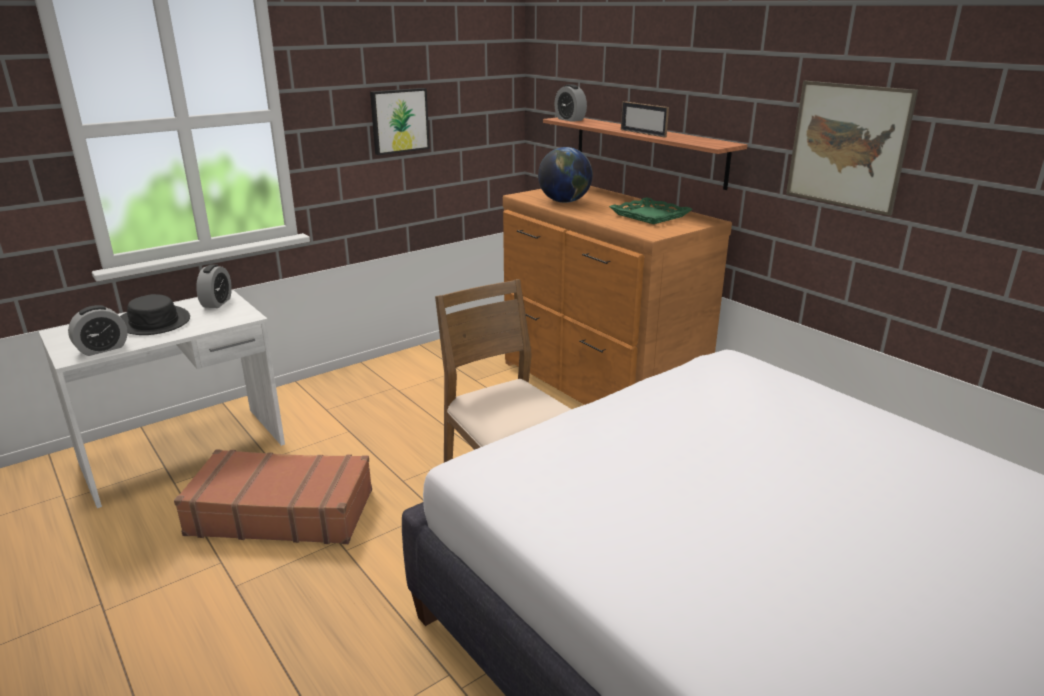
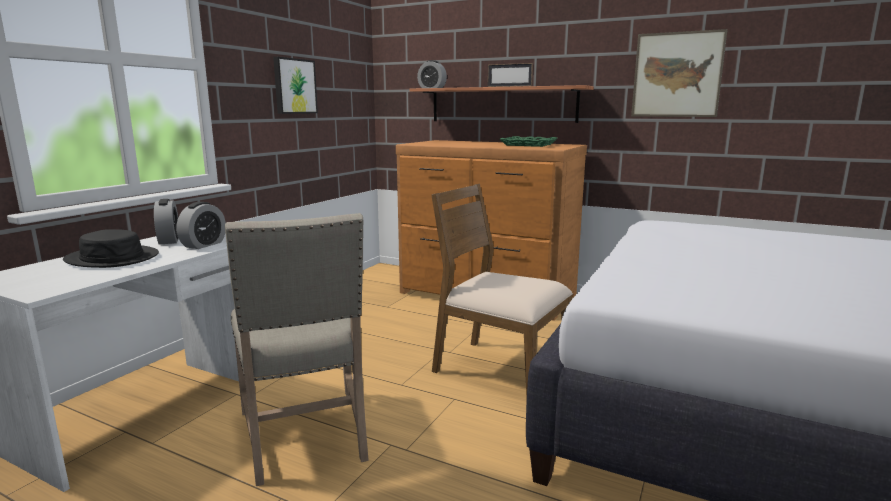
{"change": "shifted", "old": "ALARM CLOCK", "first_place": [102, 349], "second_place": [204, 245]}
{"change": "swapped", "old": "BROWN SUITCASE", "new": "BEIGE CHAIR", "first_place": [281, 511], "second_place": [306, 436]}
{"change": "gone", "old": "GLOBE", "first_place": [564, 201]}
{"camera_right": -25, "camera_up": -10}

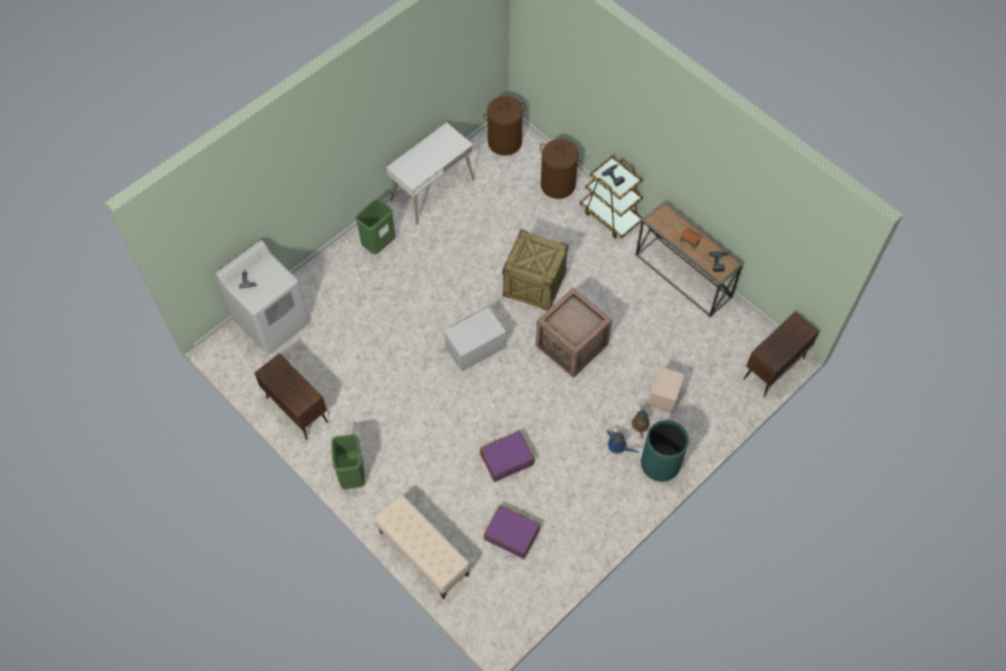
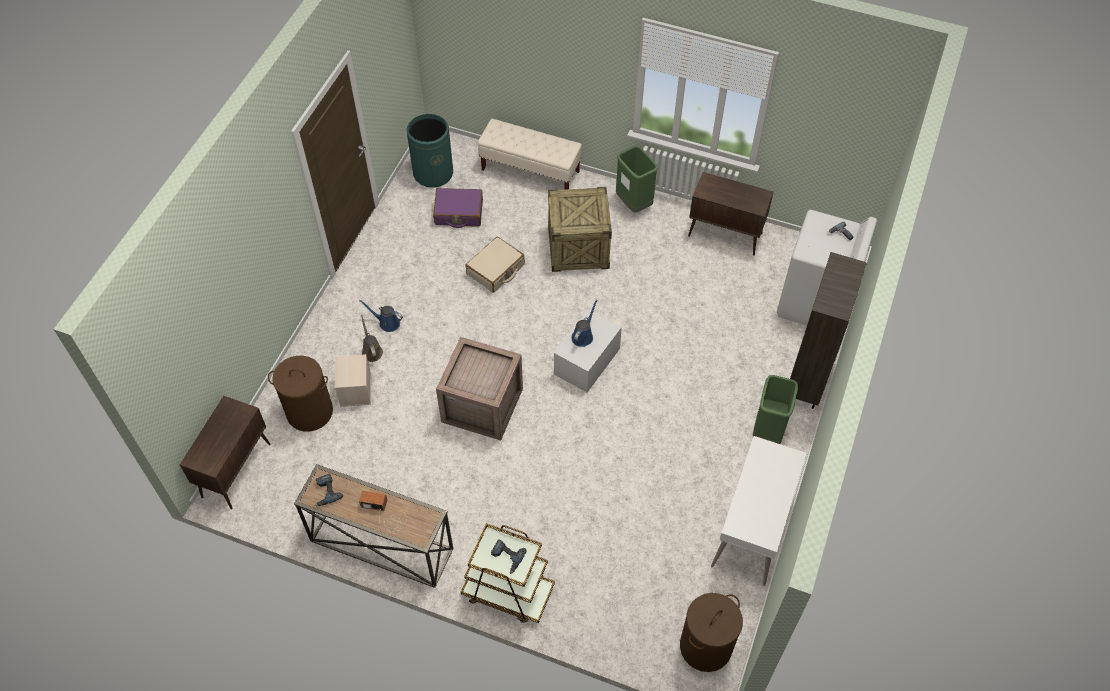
{"change": "repainted", "old": "PURPLE SUITCASE", "new": "BEIGE SUITCASE", "first_place": [506, 459], "second_place": [495, 270]}
{"change": "shifted", "old": "CRATE", "first_place": [534, 283], "second_place": [578, 248]}
{"change": "shifted", "old": "BROWN LAUNDRY BASKET", "first_place": [558, 184], "second_place": [309, 412]}
{"change": "shifted", "old": "GREEN TRASH CAN", "first_place": [660, 464], "second_place": [433, 173]}
{"change": "new", "new": "BLUE WATERING CAN", "second_place": [583, 336]}
{"change": "new", "new": "BROWN BOOKCASE", "second_place": [807, 382]}
{"camera_right": 155, "camera_up": -5}

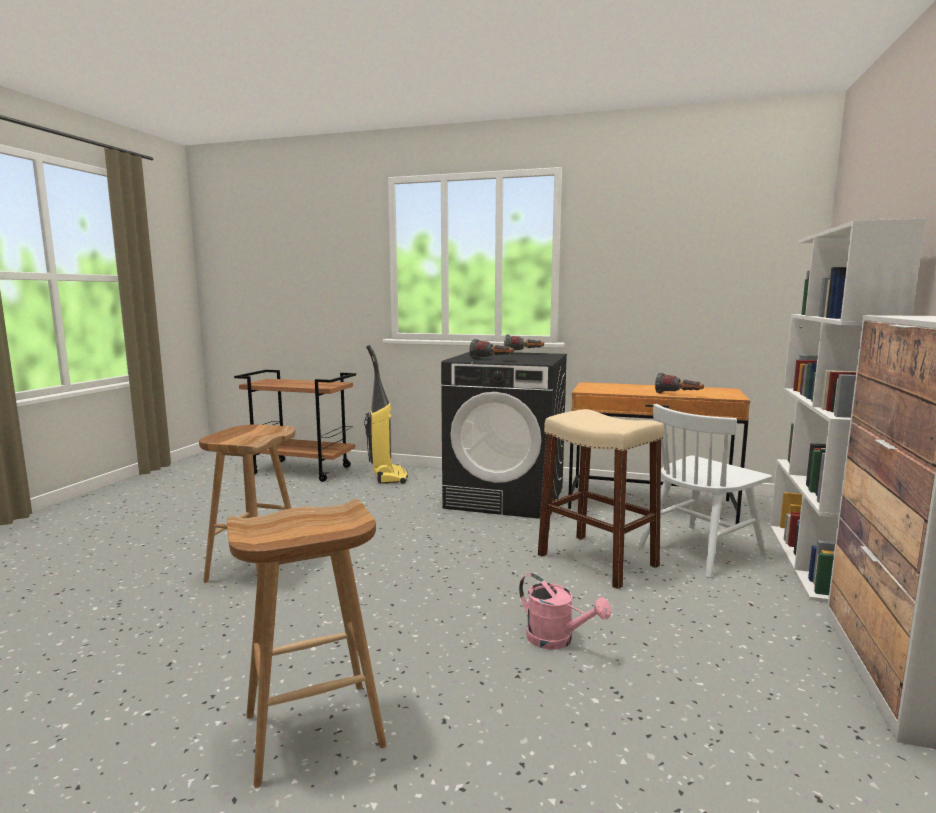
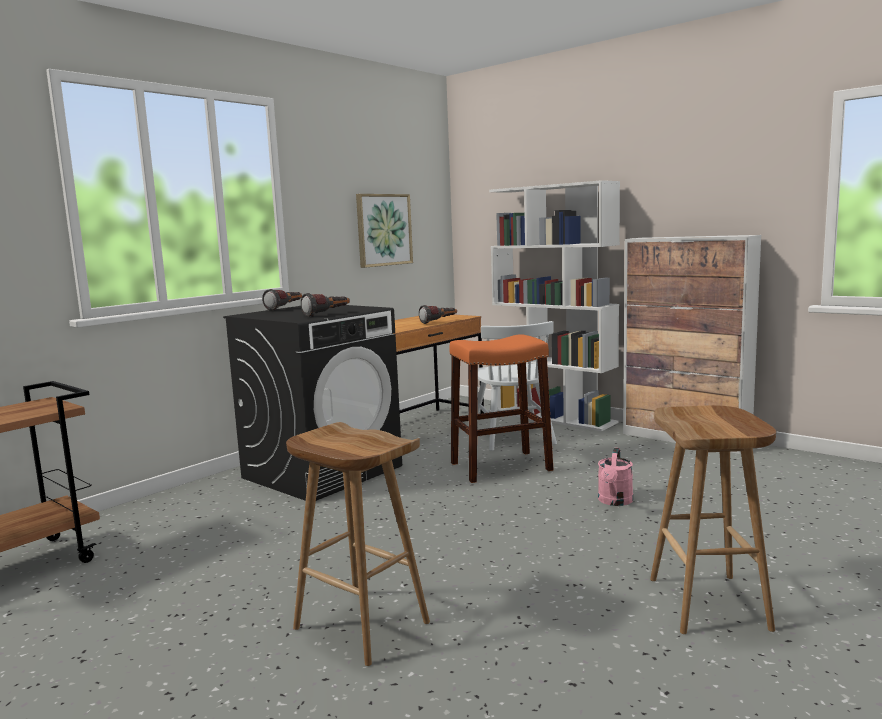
{"change": "gone", "old": "VACUUM CLEANER", "first_place": [388, 477]}
{"change": "rotated", "old": "PINK WATERING CAN", "first_place": [557, 640], "second_place": [614, 501], "degrees": 135}
{"change": "repainted", "old": "BEIGE STOOL", "new": "ORANGE STOOL", "first_place": [597, 560], "second_place": [500, 466]}
{"change": "new", "new": "PICTURE", "second_place": [383, 230]}
{"camera_right": -65, "camera_up": 0}

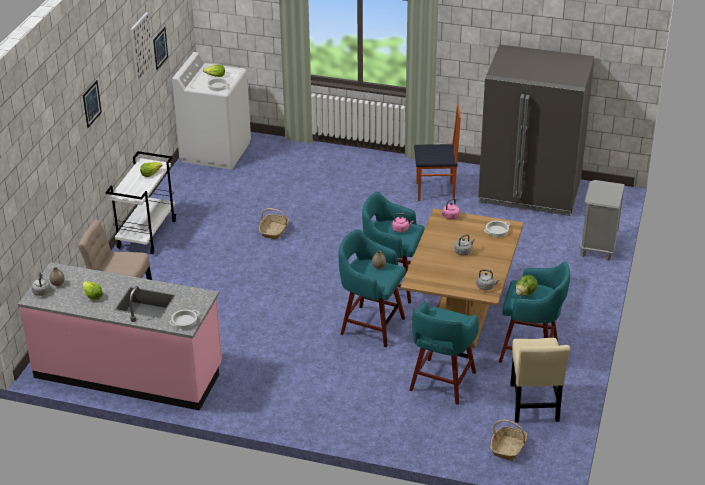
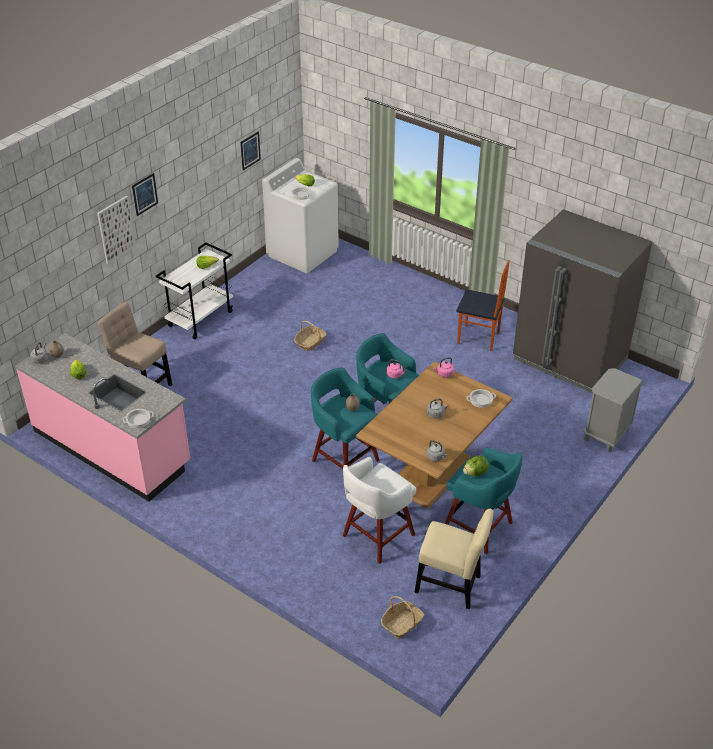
{"change": "shifted", "old": "PICTURE", "first_place": [141, 47], "second_place": [116, 229]}
{"change": "repainted", "old": "TURQUOISE STOOL", "new": "WHITE STOOL", "first_place": [441, 383], "second_place": [376, 536]}
{"change": "rotated", "old": "BEIGE CHAIR", "first_place": [534, 405], "second_place": [451, 586], "degrees": -90}
{"camera_right": 20, "camera_up": 5}

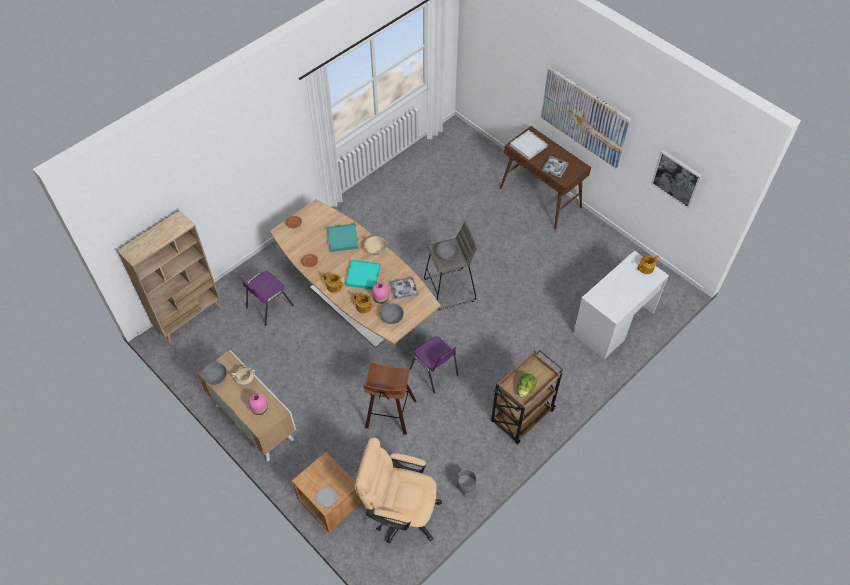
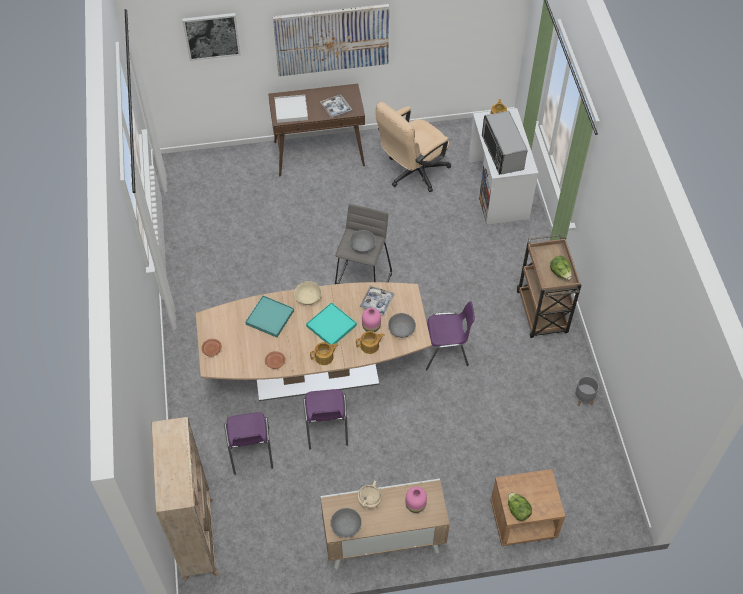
{"change": "gone", "old": "PLATE", "first_place": [326, 497]}
{"change": "shifted", "old": "BEIGE OFFICE CHAIR", "first_place": [400, 512], "second_place": [412, 173]}
{"change": "gone", "old": "STOOL", "first_place": [389, 415]}
{"change": "shifted", "old": "PICTURE", "first_place": [676, 178], "second_place": [212, 36]}
{"change": "new", "new": "PURPLE CHAIR", "second_place": [326, 429]}
{"change": "new", "new": "MICROWAVE", "second_place": [502, 153]}
{"change": "new", "new": "LETTUCE", "second_place": [517, 510]}
{"camera_right": -55, "camera_up": 0}

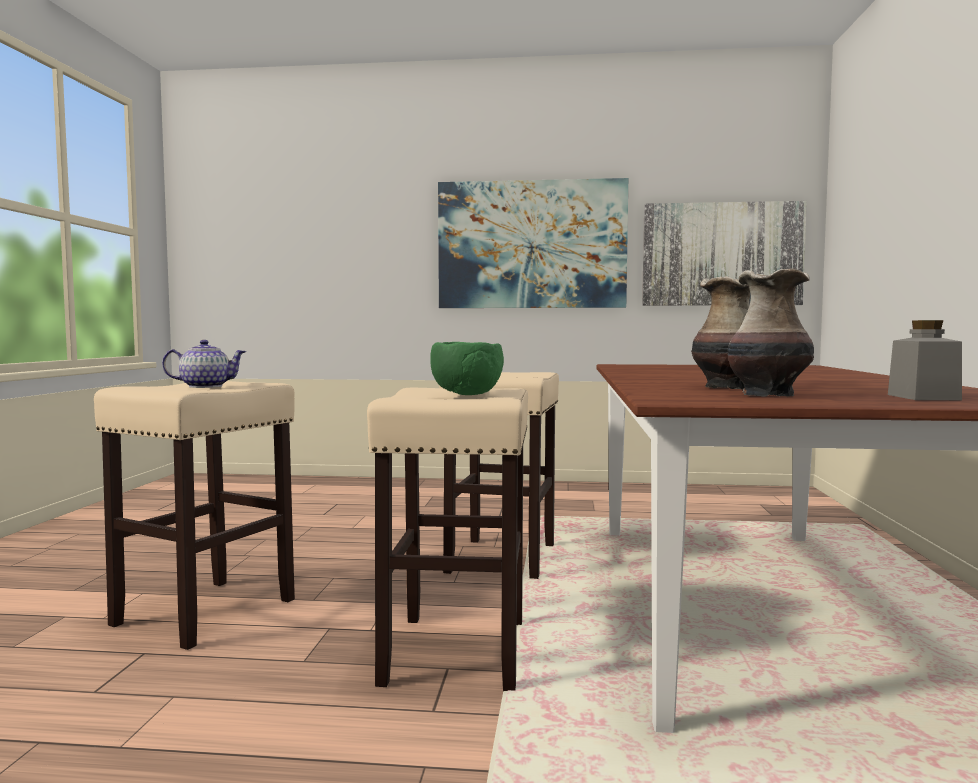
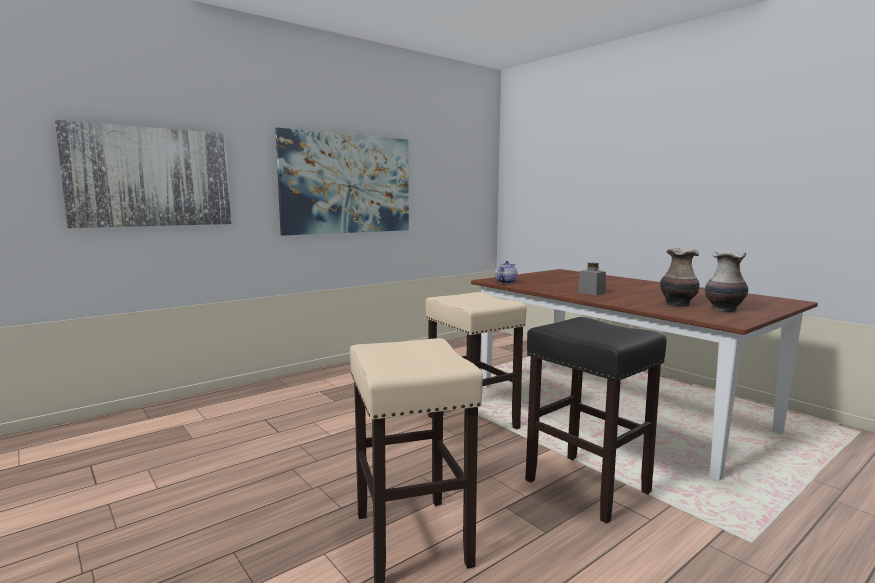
{"change": "shifted", "old": "TEAPOT", "first_place": [205, 386], "second_place": [505, 282]}
{"change": "repainted", "old": "BEIGE STOOL", "new": "BLACK STOOL", "first_place": [455, 650], "second_place": [585, 485]}
{"change": "gone", "old": "GREEN BOWL", "first_place": [466, 394]}
{"change": "shifted", "old": "PICTURE", "first_place": [722, 254], "second_place": [151, 177]}
{"change": "shifted", "old": "GREY JAR", "first_place": [923, 397], "second_place": [591, 293]}
{"camera_right": -45, "camera_up": 5}

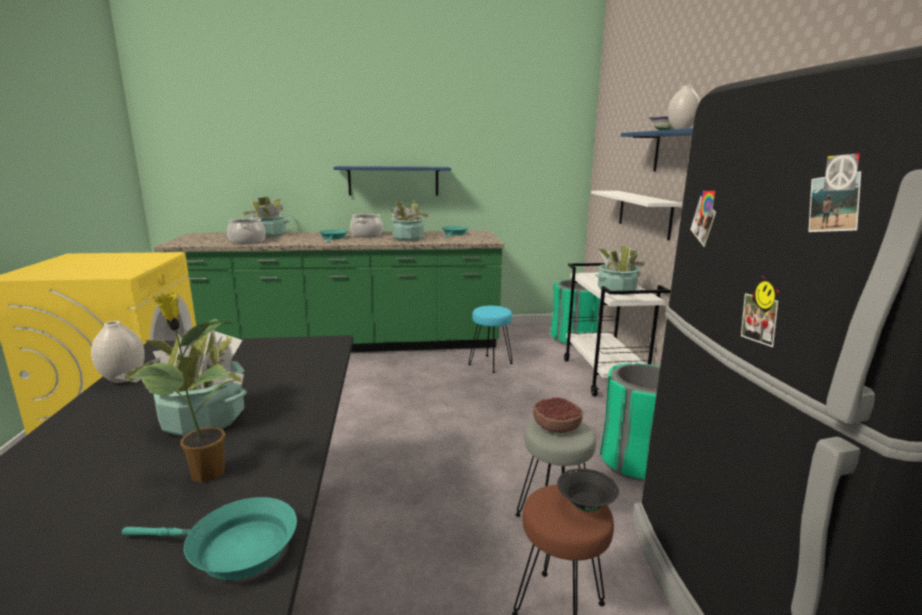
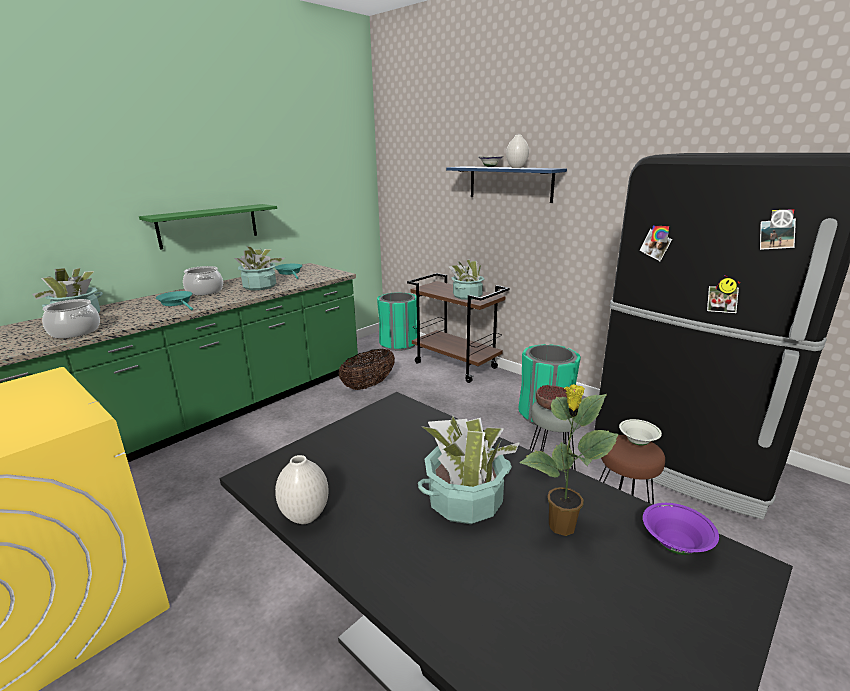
{"change": "swapped", "old": "TURQUOISE FRYING PAN", "new": "PURPLE BOWL", "first_place": [234, 549], "second_place": [675, 546]}
{"change": "repainted", "old": "BLUE SHELF", "new": "GREEN SHELF", "first_place": [393, 181], "second_place": [208, 225]}
{"change": "swapped", "old": "TURQUOISE STOOL", "new": "BASKET", "first_place": [490, 364], "second_place": [368, 385]}
{"change": "repainted", "old": "BLACK BOWL", "new": "WHITE BOWL", "first_place": [585, 505], "second_place": [637, 442]}
{"change": "repainted", "old": "WHITE CART", "new": "BROWN CART", "first_place": [604, 376], "second_place": [456, 365]}
{"change": "gone", "old": "WHITE SHELF", "first_place": [644, 213]}
{"camera_right": -40, "camera_up": 5}

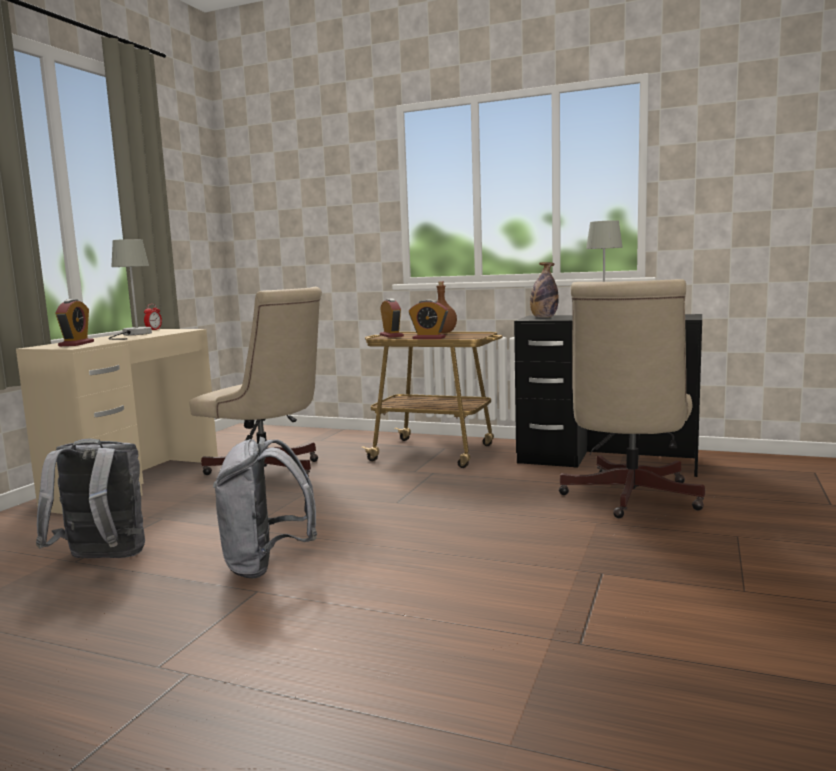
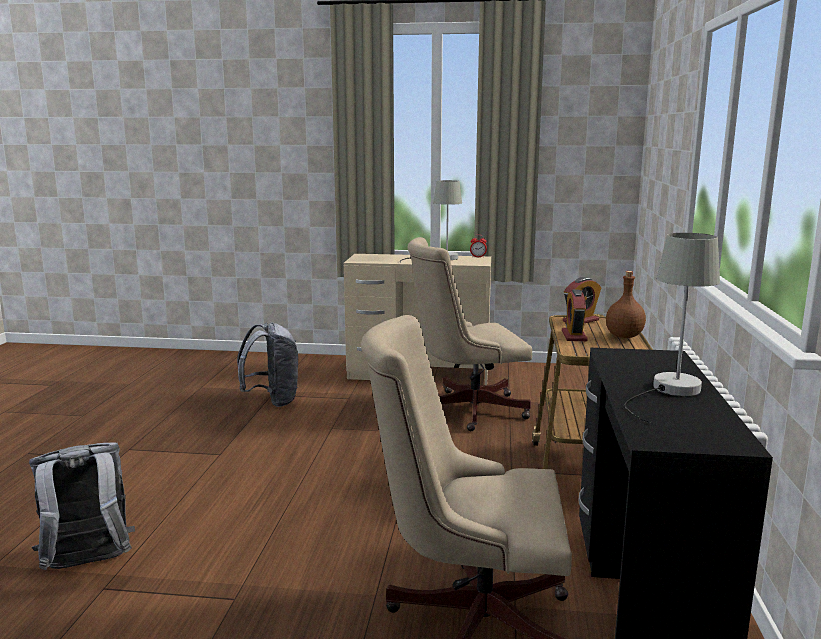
{"change": "gone", "old": "ALARM CLOCK", "first_place": [76, 344]}
{"change": "rotated", "old": "BEIGE OFFICE CHAIR", "first_place": [269, 474], "second_place": [466, 410], "degrees": 60}
{"change": "shifted", "old": "GREY BACKPACK", "first_place": [267, 565], "second_place": [88, 566]}
{"change": "gone", "old": "BOTTLE", "first_place": [544, 317]}
{"camera_right": 75, "camera_up": 5}

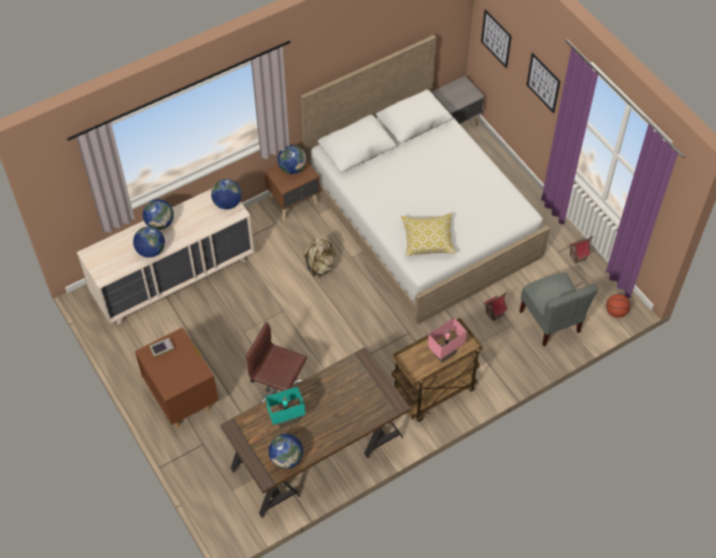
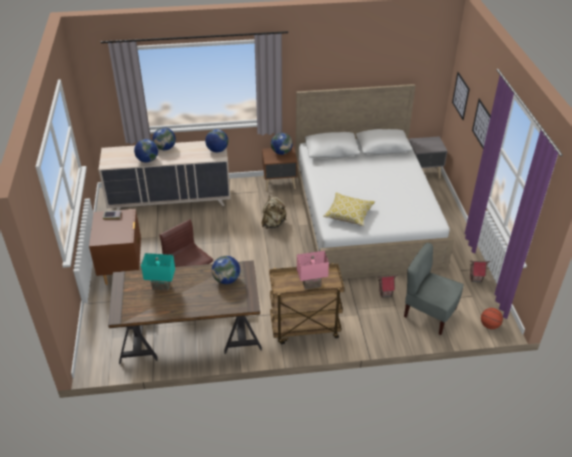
{"change": "shifted", "old": "GLOBE", "first_place": [286, 458], "second_place": [226, 280]}
{"change": "rotated", "old": "GREY CHAIR", "first_place": [550, 321], "second_place": [429, 313], "degrees": 120}
{"camera_right": 25, "camera_up": -15}

